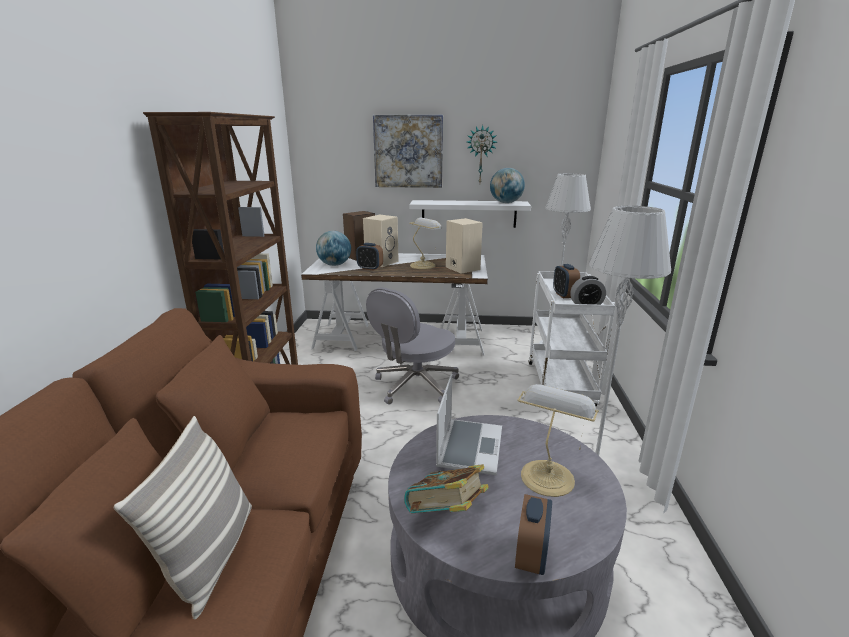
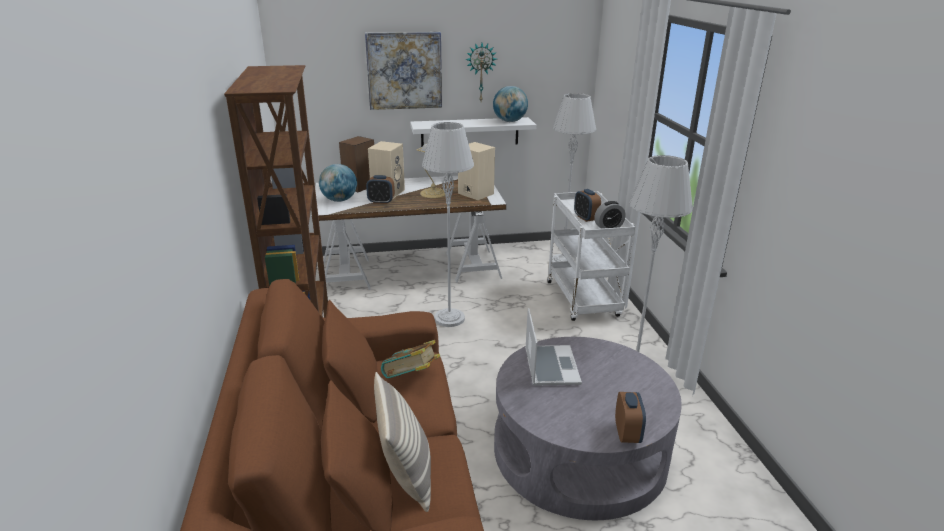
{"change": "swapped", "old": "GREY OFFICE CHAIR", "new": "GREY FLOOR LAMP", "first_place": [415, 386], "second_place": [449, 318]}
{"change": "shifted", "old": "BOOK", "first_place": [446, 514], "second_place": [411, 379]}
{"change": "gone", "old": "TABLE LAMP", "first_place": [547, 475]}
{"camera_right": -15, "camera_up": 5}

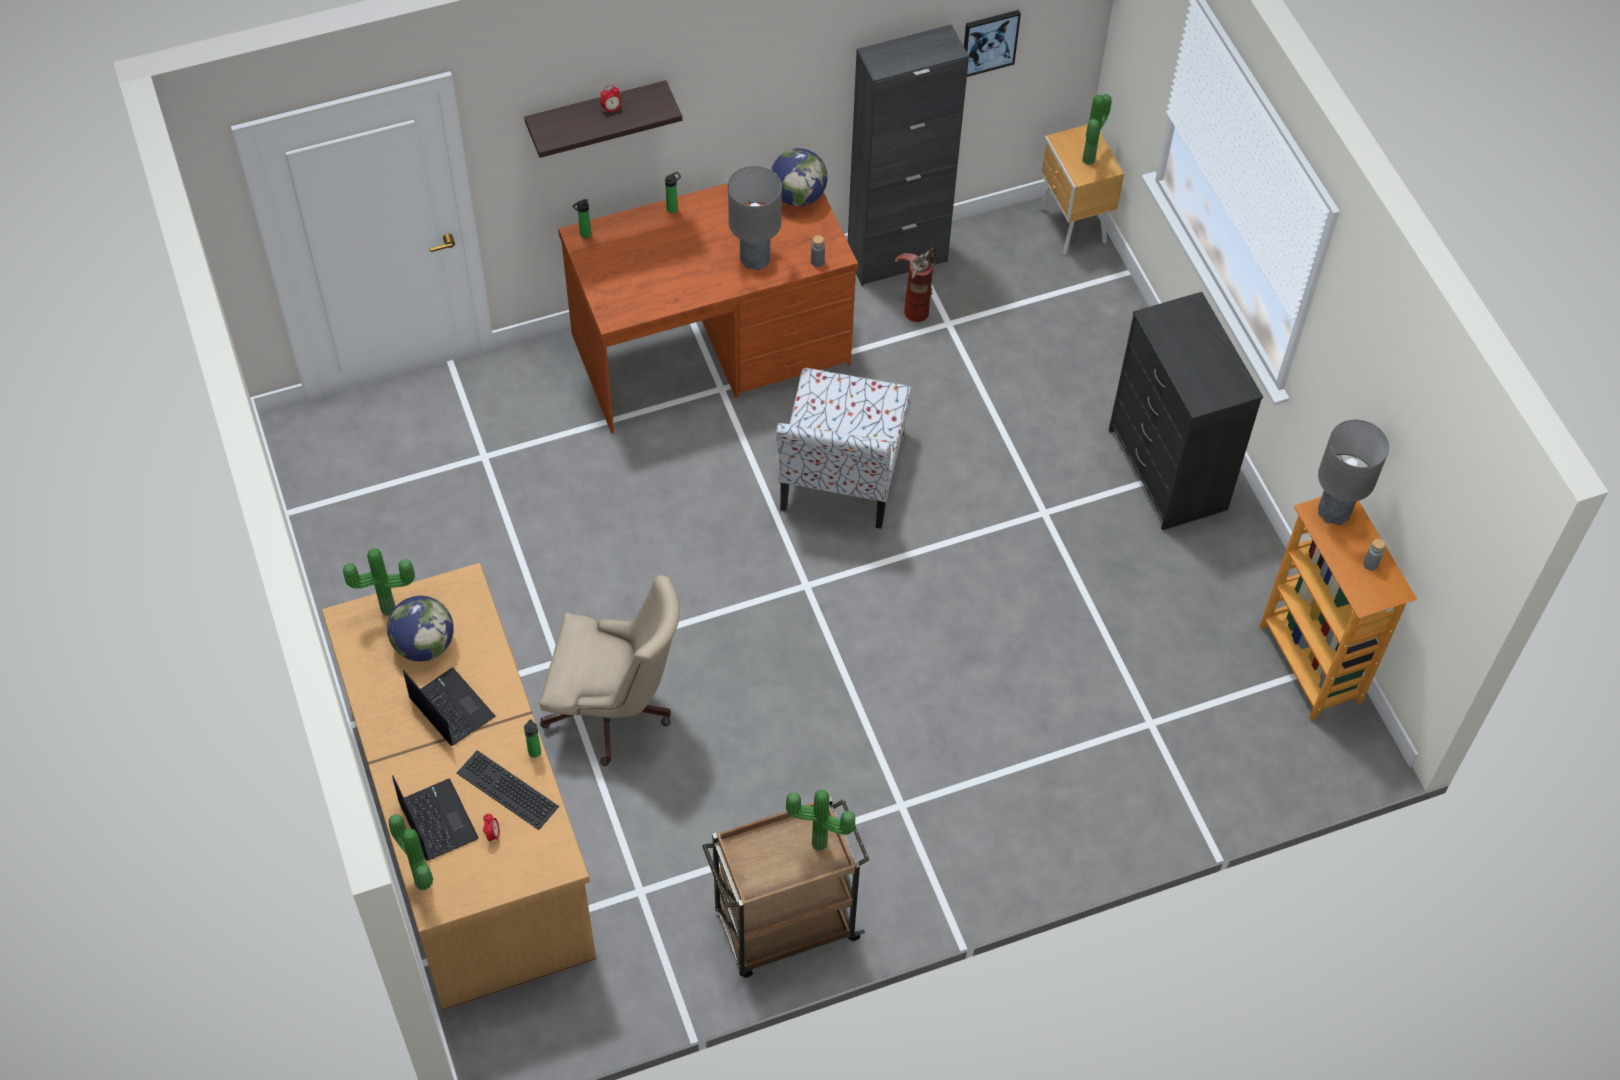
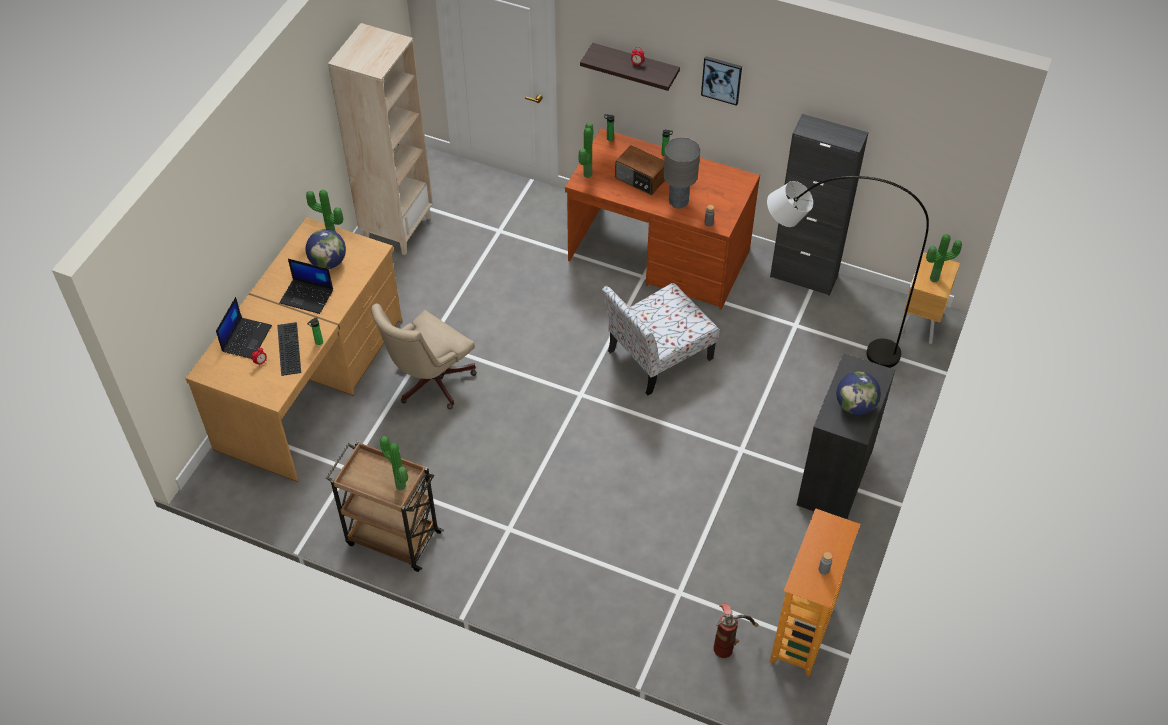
{"change": "shifted", "old": "POTTED PLANT", "first_place": [420, 885], "second_place": [586, 174]}
{"change": "rotated", "old": "LAPTOP", "first_place": [450, 707], "second_place": [307, 296], "degrees": 105}
{"change": "rotated", "old": "BEIGE OFFICE CHAIR", "first_place": [615, 711], "second_place": [428, 382], "degrees": 75}
{"change": "shifted", "old": "GLOBE", "first_place": [798, 196], "second_place": [855, 406]}
{"change": "shifted", "old": "FIRE EXTINGUISHER", "first_place": [917, 304], "second_place": [729, 644]}
{"change": "shifted", "old": "PICTURE", "first_place": [989, 42], "second_place": [721, 79]}
{"change": "gone", "old": "GREY TABLE LAMP", "first_place": [1334, 512]}
{"change": "new", "new": "BEIGE BOOKCASE", "second_place": [397, 228]}
{"change": "new", "new": "RADIO", "second_place": [640, 179]}
{"change": "new", "new": "GREY FLOOR LAMP", "second_place": [819, 343]}
{"camera_right": 45, "camera_up": -5}

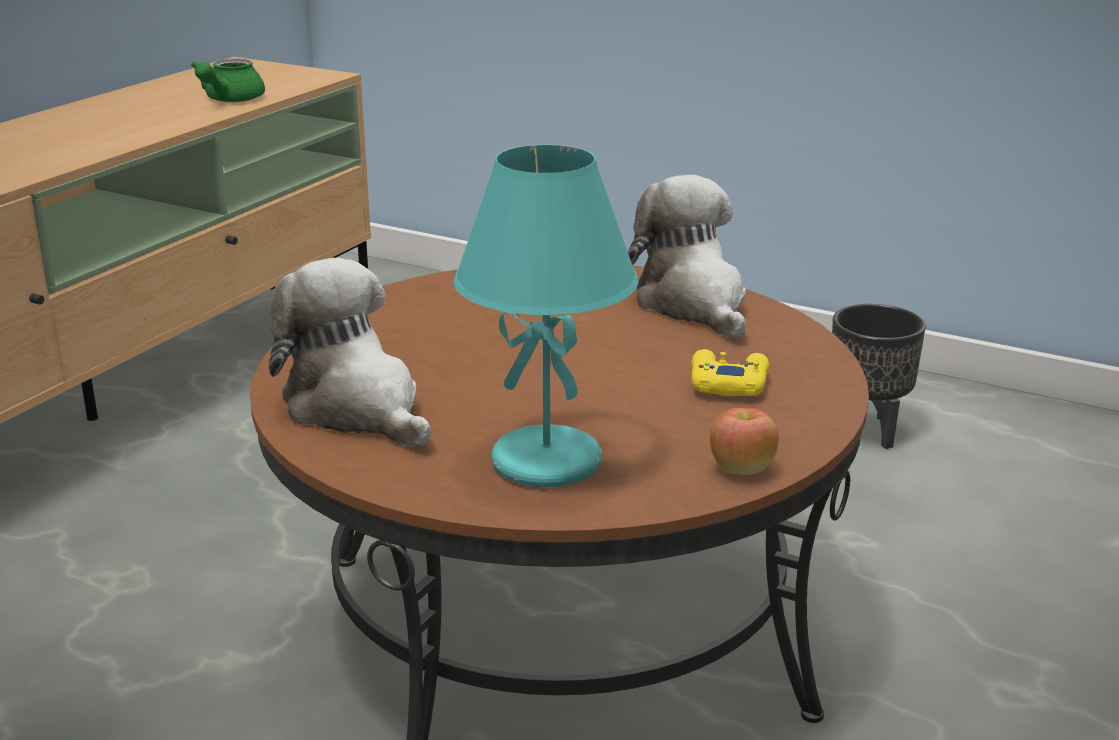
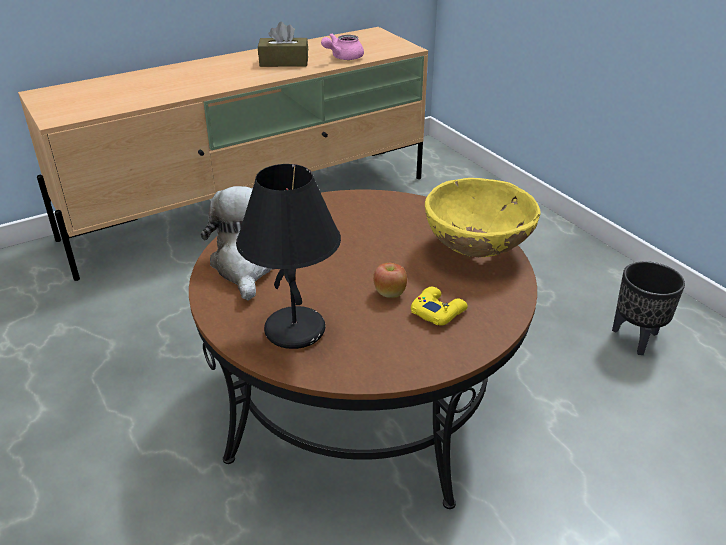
{"change": "repainted", "old": "GREEN TEAPOT", "new": "PINK TEAPOT", "first_place": [228, 100], "second_place": [343, 57]}
{"change": "repainted", "old": "TURQUOISE TABLE LAMP", "new": "BLACK TABLE LAMP", "first_place": [549, 462], "second_place": [296, 330]}
{"change": "swapped", "old": "PLUSH TOY", "new": "YELLOW BOWL", "first_place": [694, 304], "second_place": [477, 250]}
{"change": "shifted", "old": "APPLE", "first_place": [741, 470], "second_place": [389, 293]}
{"change": "new", "new": "BROWN TISSUE BOX", "second_place": [284, 62]}
{"camera_right": 30, "camera_up": 10}

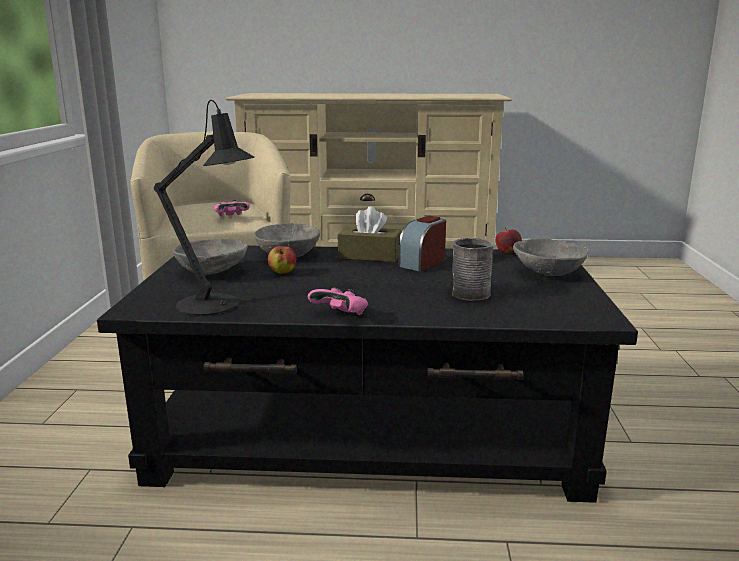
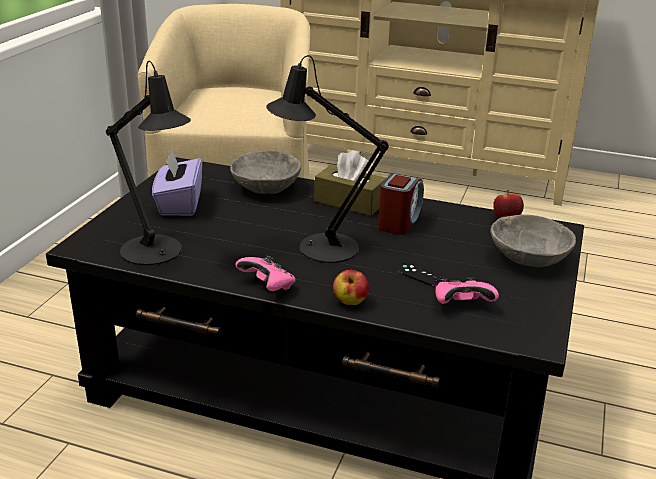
{"change": "swapped", "old": "GREY BOWL", "new": "PURPLE TISSUE BOX", "first_place": [213, 272], "second_place": [179, 204]}
{"change": "shifted", "old": "PINK GAME CONTROLLER", "first_place": [231, 217], "second_place": [462, 305]}
{"change": "shifted", "old": "APPLE", "first_place": [282, 273], "second_place": [350, 302]}
{"change": "rotated", "old": "ALARM CLOCK", "first_place": [422, 263], "second_place": [399, 221], "degrees": 150}
{"change": "swapped", "old": "GREY MUG", "new": "BLACK GAME CONTROLLER", "first_place": [472, 292], "second_place": [423, 275]}
{"change": "new", "new": "BLACK TABLE LAMP", "second_place": [319, 247]}
{"camera_right": 15, "camera_up": 10}

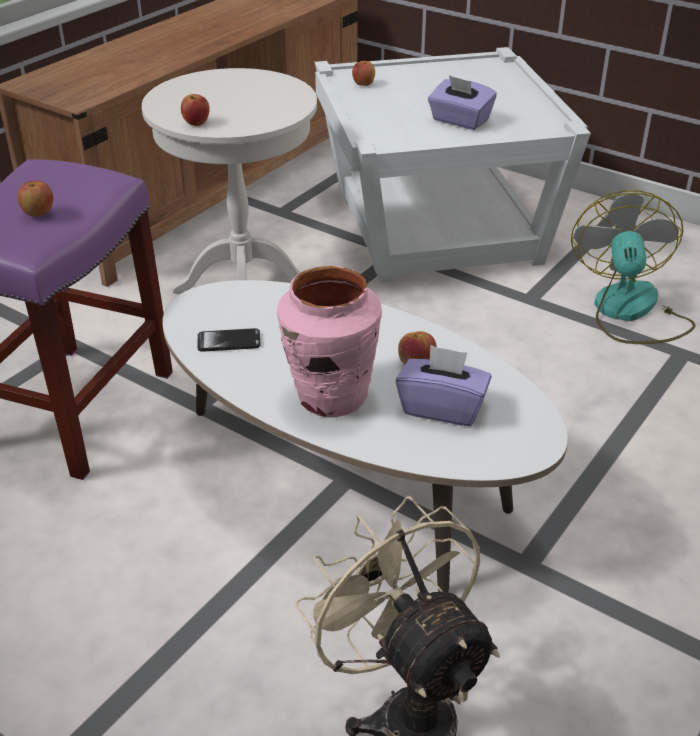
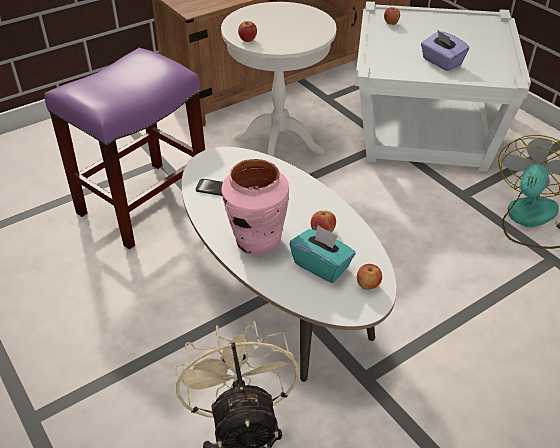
{"change": "shifted", "old": "APPLE", "first_place": [38, 213], "second_place": [368, 285]}
{"change": "repainted", "old": "PURPLE TISSUE BOX", "new": "TURQUOISE TISSUE BOX", "first_place": [442, 408], "second_place": [321, 265]}
{"camera_right": 20, "camera_up": 5}

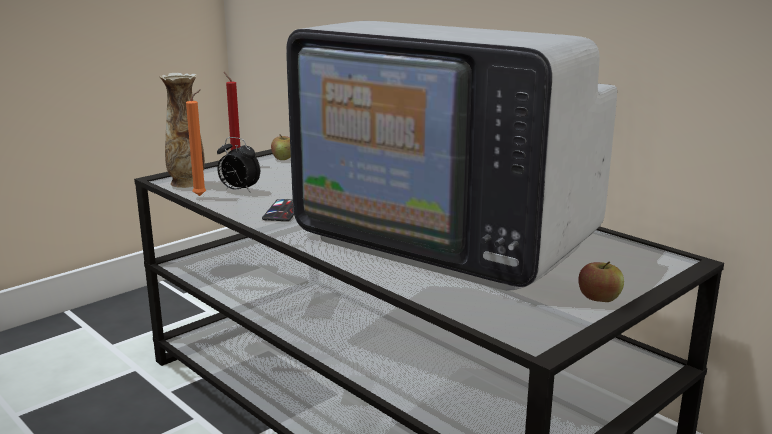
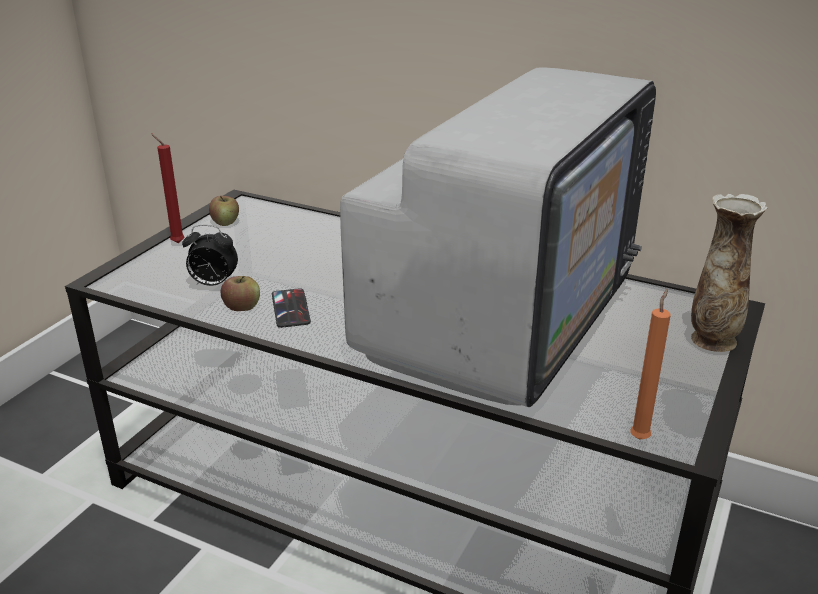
{"change": "shifted", "old": "VASE", "first_place": [187, 183], "second_place": [712, 339]}
{"change": "shifted", "old": "ORANGE CANDLE", "first_place": [201, 195], "second_place": [640, 437]}
{"change": "rotated", "old": "TELEVISION", "first_place": [447, 241], "second_place": [499, 322], "degrees": -75}
{"change": "shifted", "old": "APPLE", "first_place": [599, 298], "second_place": [242, 307]}
{"camera_right": -20, "camera_up": 10}

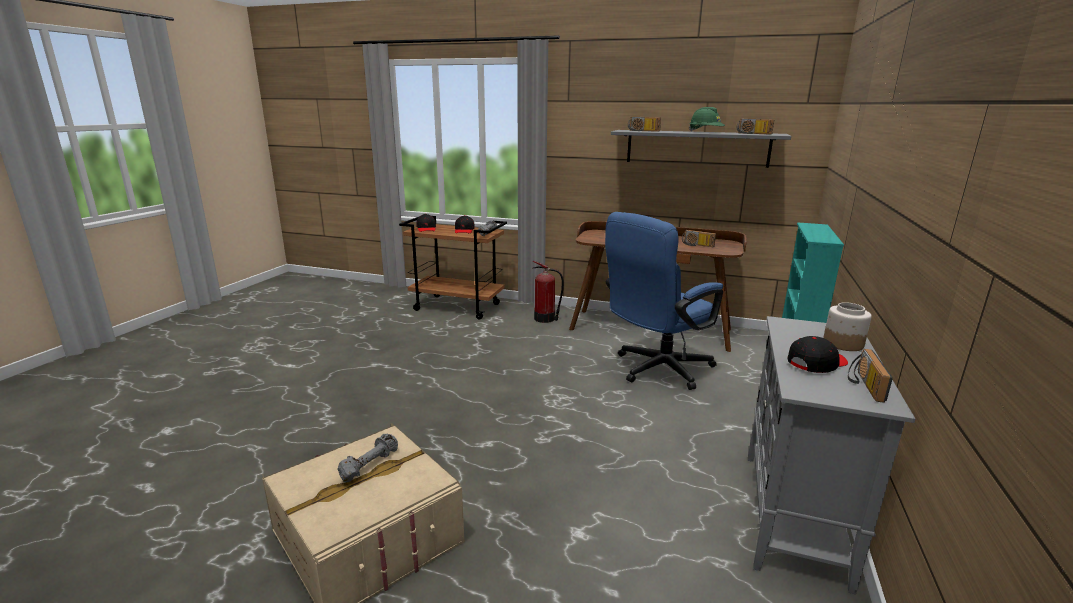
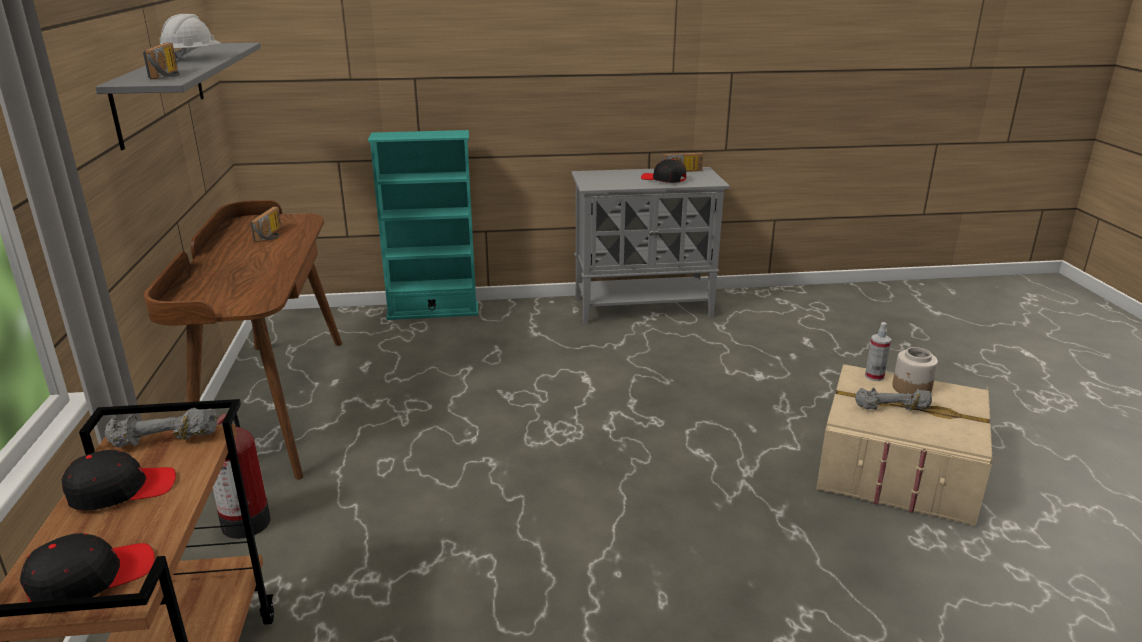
{"change": "gone", "old": "BLUE OFFICE CHAIR", "first_place": [656, 370]}
{"change": "repainted", "old": "GREEN HARD HAT", "new": "WHITE HARD HAT", "first_place": [705, 132], "second_place": [192, 58]}
{"change": "gone", "old": "RADIO", "first_place": [753, 134]}
{"change": "shifted", "old": "JAR", "first_place": [842, 343], "second_place": [911, 389]}
{"change": "new", "new": "SPRAY BOTTLE", "second_place": [874, 376]}
{"camera_right": -115, "camera_up": 5}

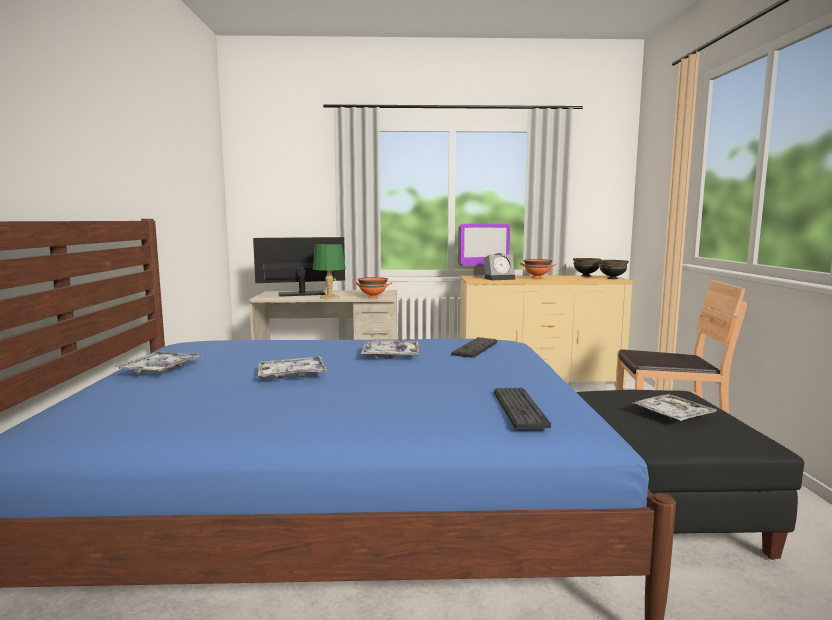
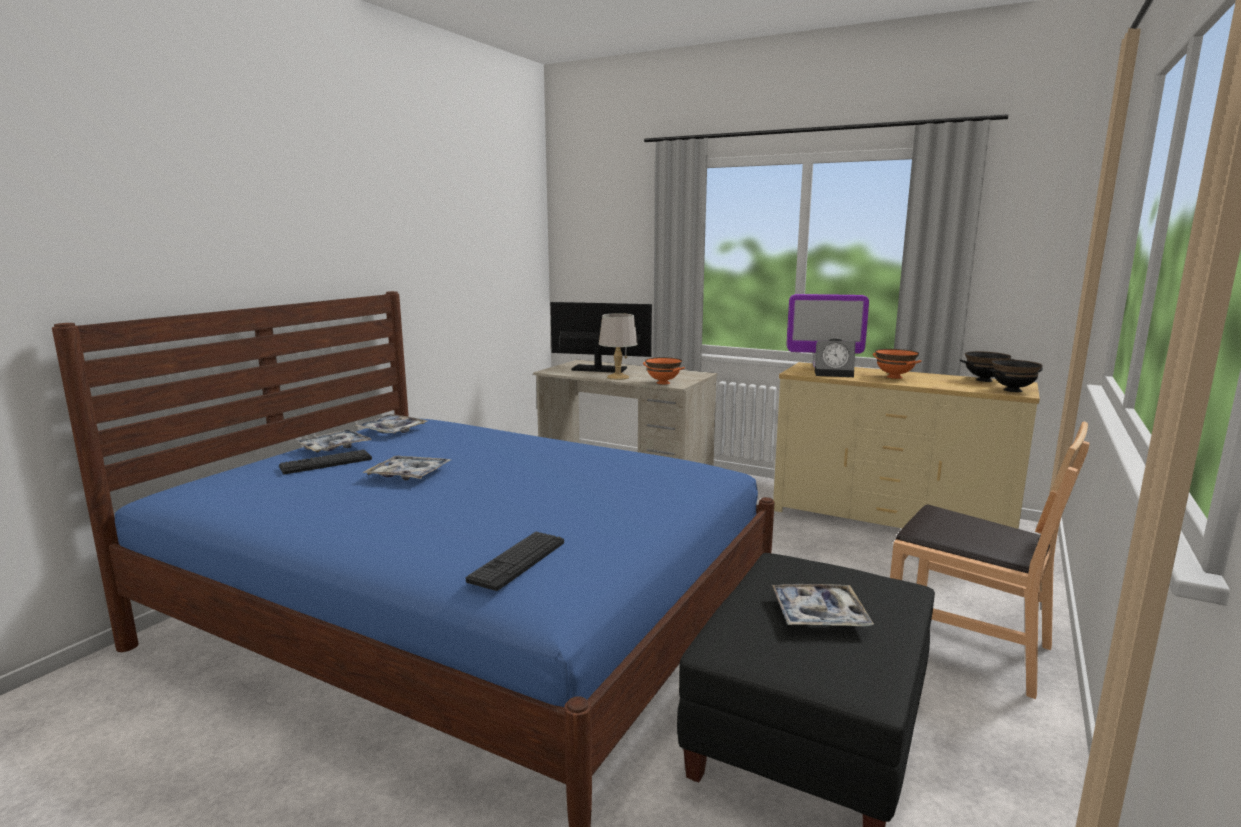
{"change": "repainted", "old": "GREEN TABLE LAMP", "new": "GREY TABLE LAMP", "first_place": [329, 297], "second_place": [617, 377]}
{"change": "shifted", "old": "TRAY", "first_place": [390, 355], "second_place": [392, 430]}
{"change": "shifted", "old": "KEYBOARD", "first_place": [475, 348], "second_place": [326, 463]}
{"camera_right": 30, "camera_up": 5}

